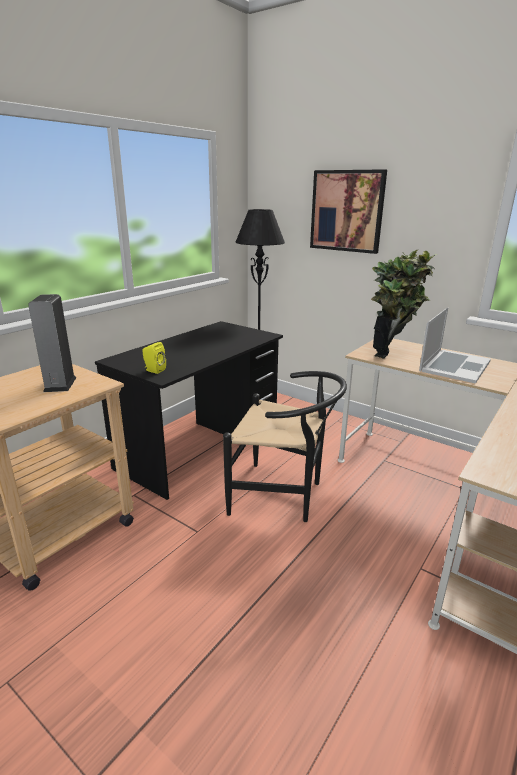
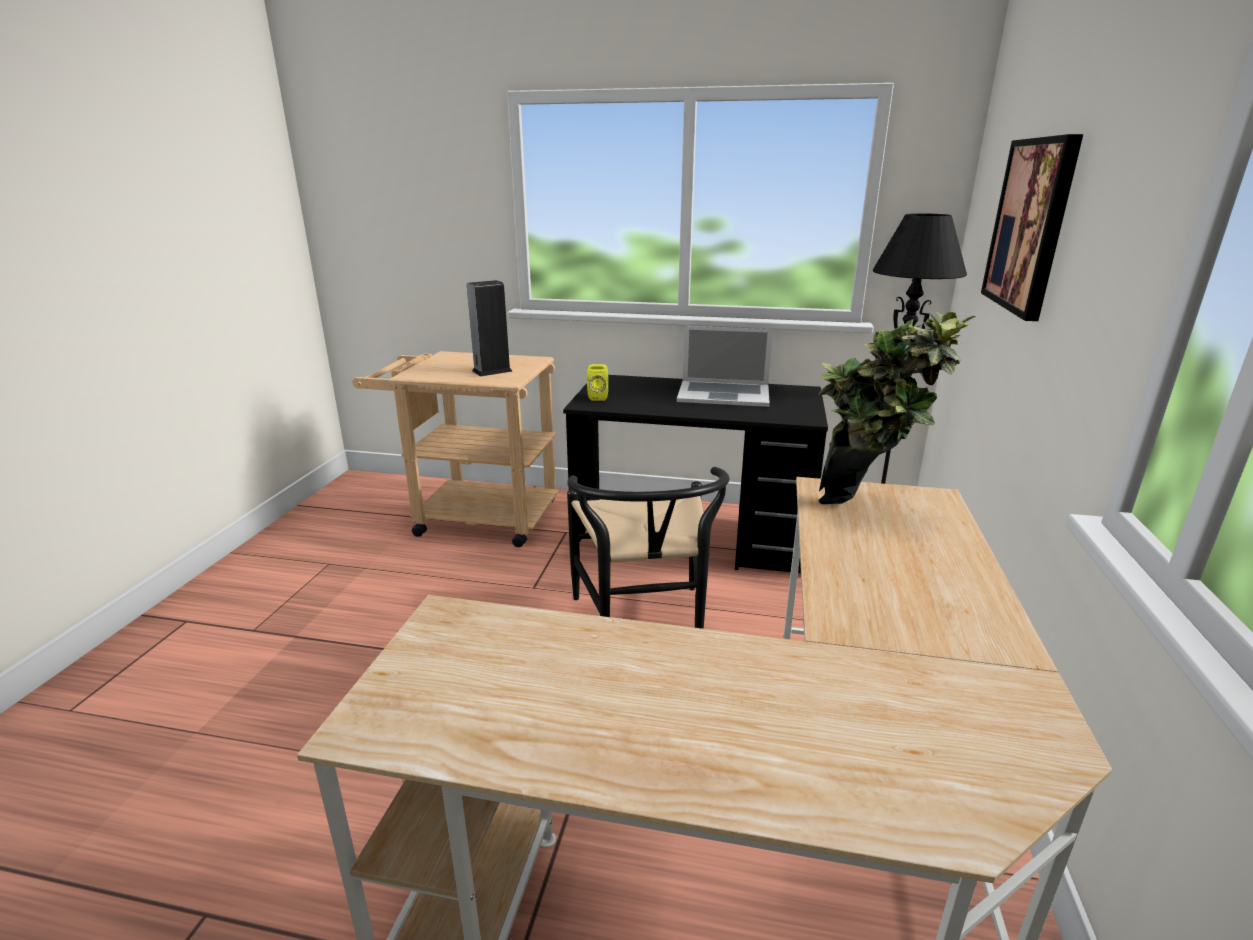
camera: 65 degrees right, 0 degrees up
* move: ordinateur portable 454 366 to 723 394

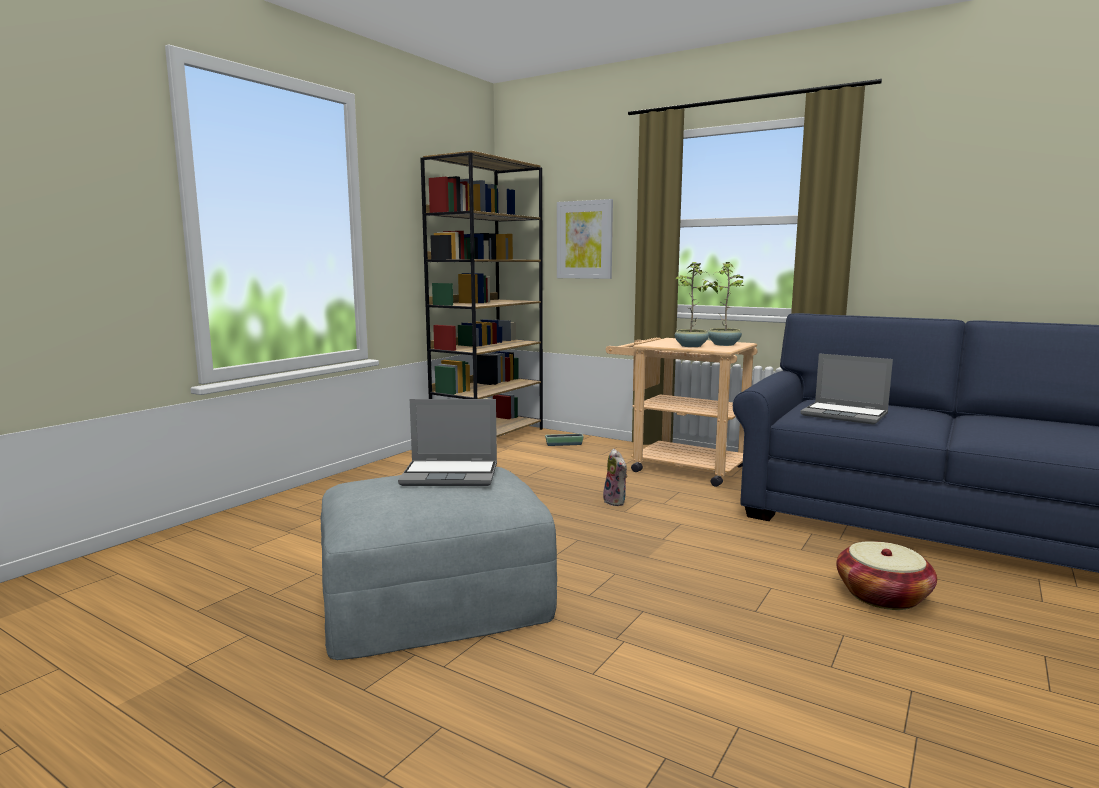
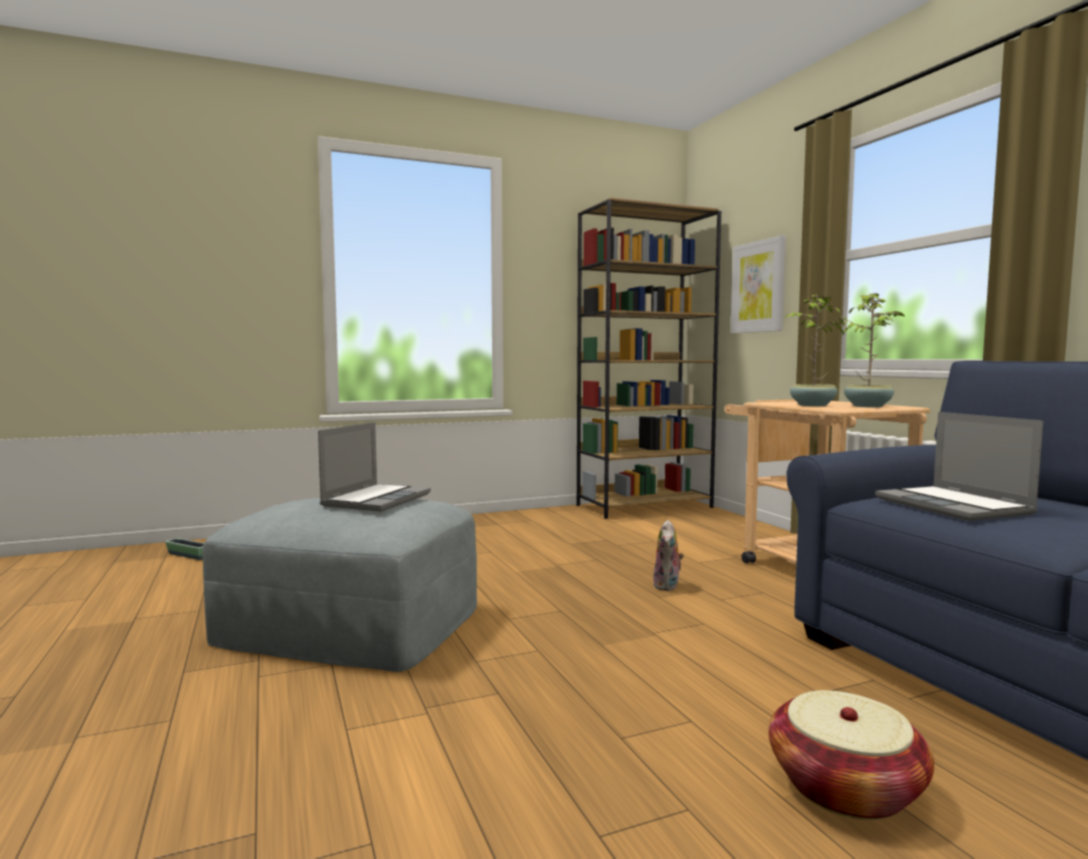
camera: 35 degrees right, 5 degrees down
* rotate: ordinateur portable 451 475 = 376 499 105 degrees counterclockwise
* move: cache-pot 564 444 to 188 555

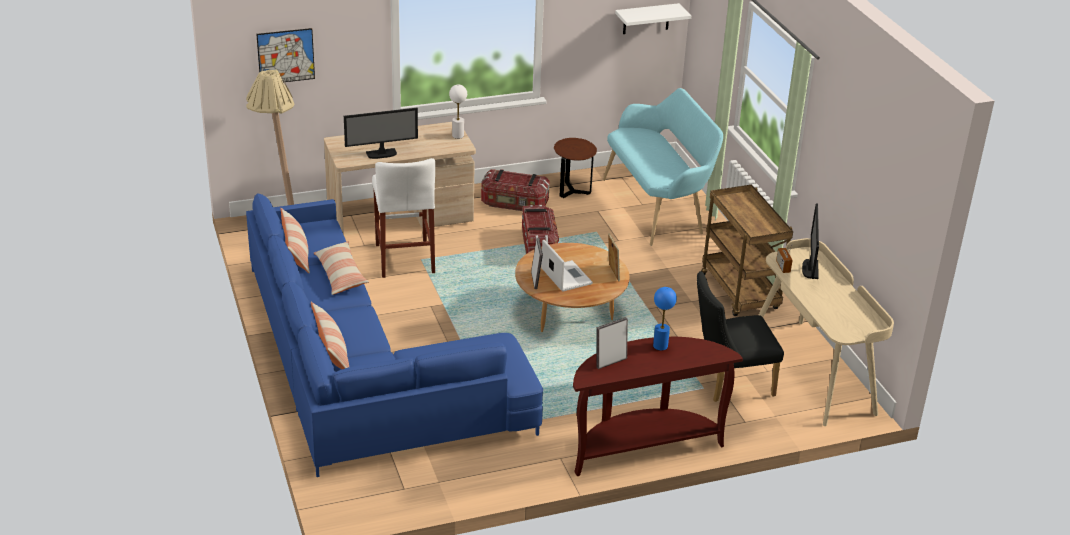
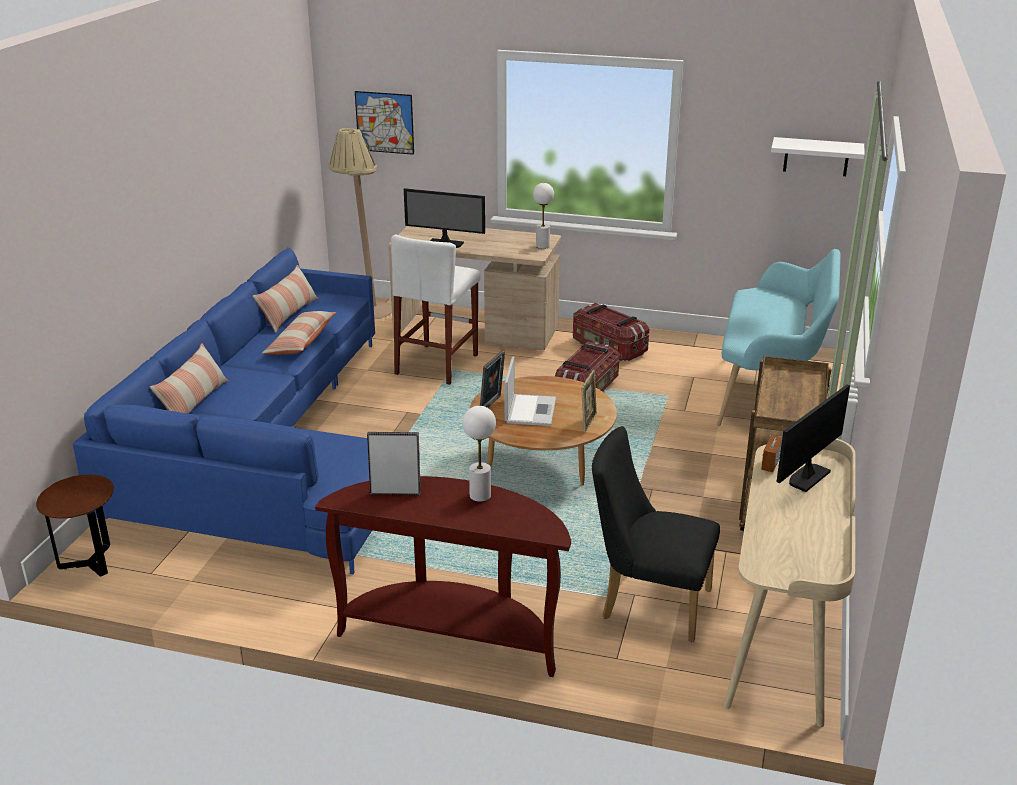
camera: 35 degrees right, 5 degrees down
* move: table d'appoint/marron 572 191 to 90 563
* recolor: lampe de table/bleu 660 346 to lampe de table/blanc 480 495

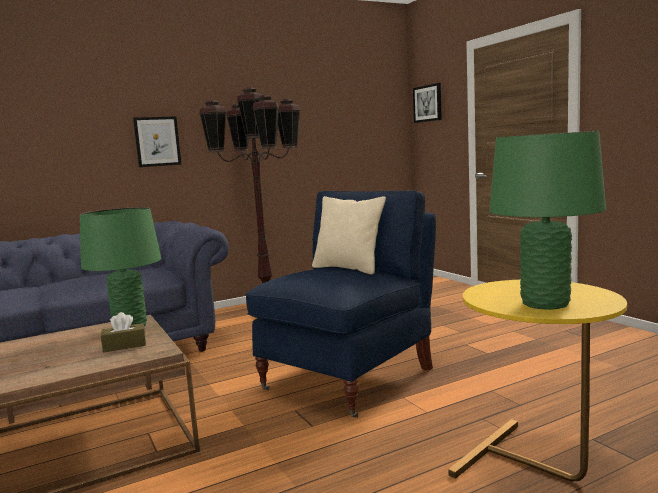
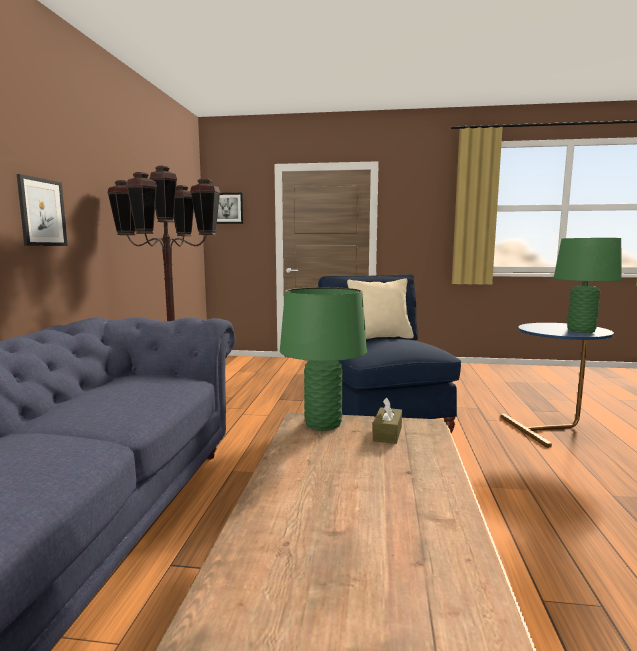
camera: 55 degrees left, 0 degrees up
* recolor: table d'appoint/jaune 537 468 to table d'appoint/bleu 553 429

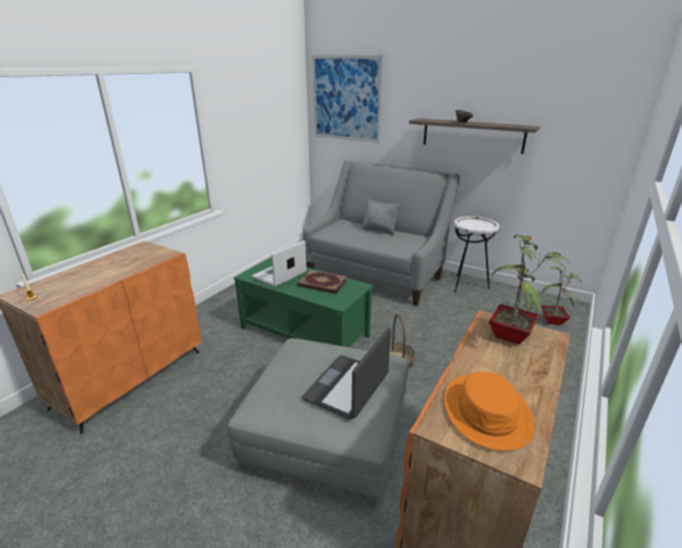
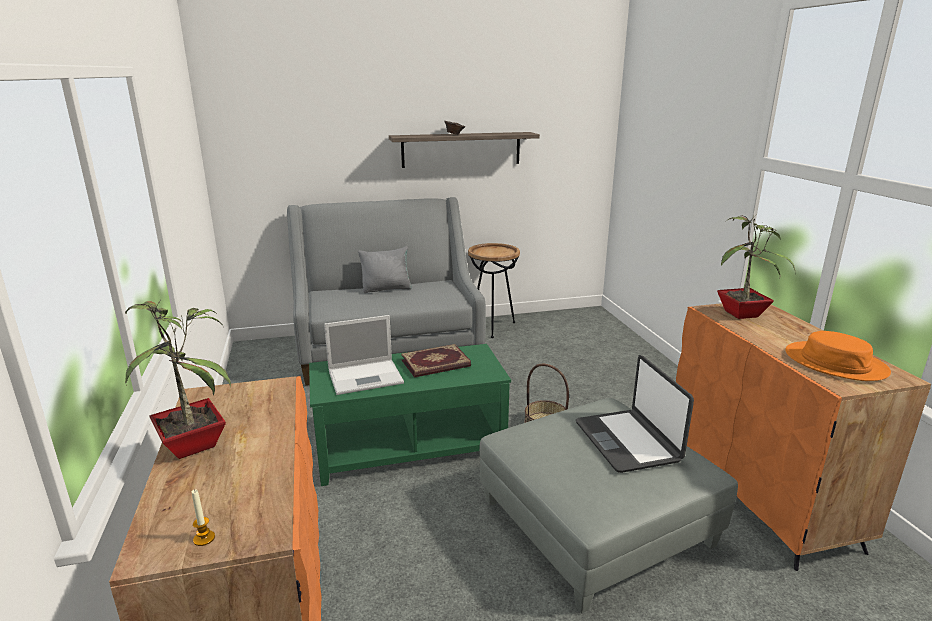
camera: 45 degrees left, 5 degrees down
* delete: tableau 346 98
* recolor: table d'appoint/blanc 467 285 to table d'appoint/marron 492 327
* rotate: ordinateur portable 279 275 = 367 376 105 degrees counterclockwise
* move: plante en pot 554 321 to 196 444

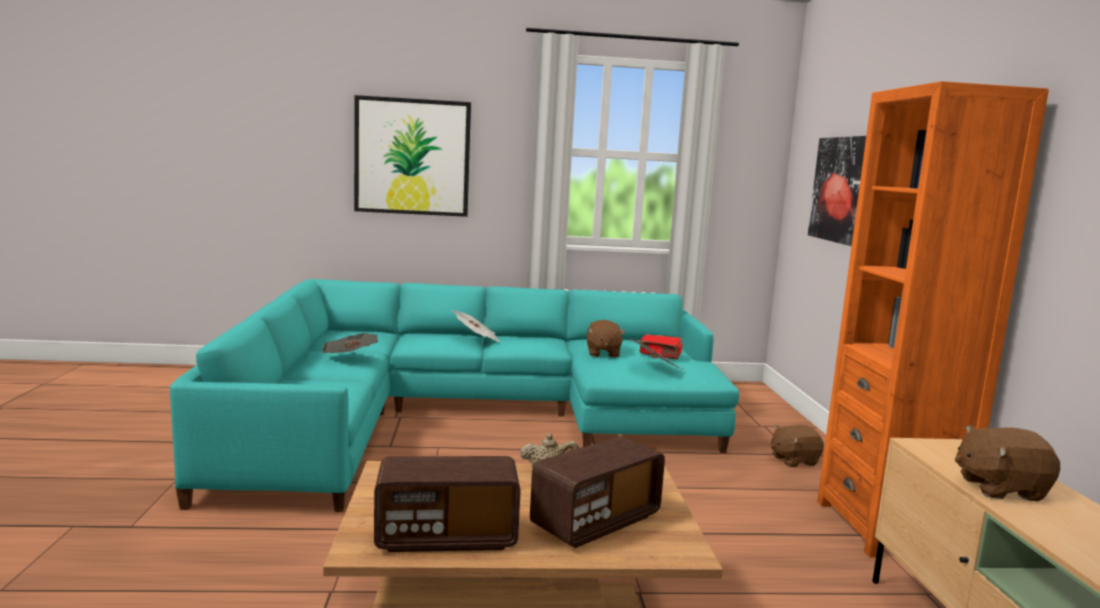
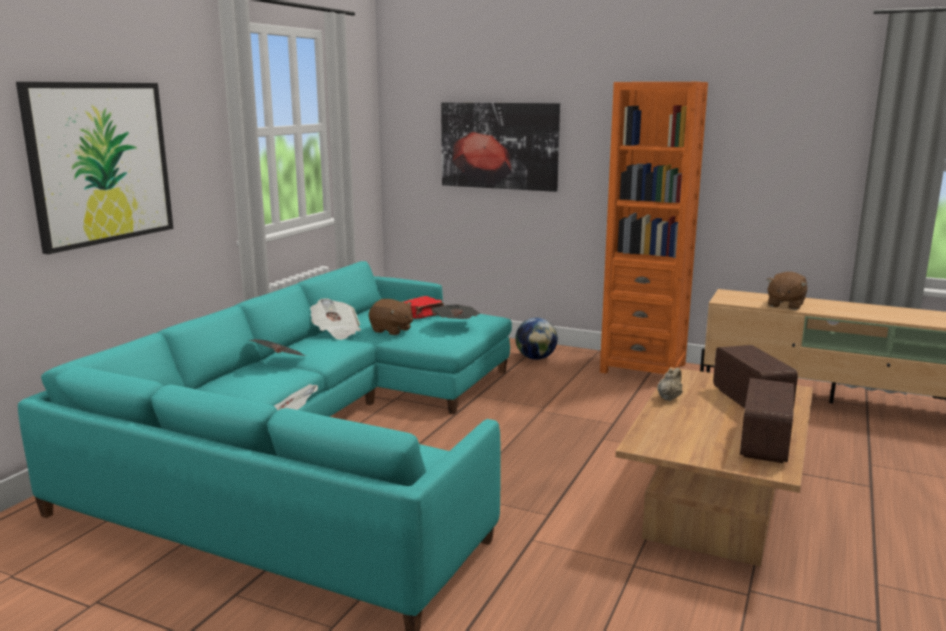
camera: 60 degrees left, 5 degrees up
* replace: peluche/marron 793 460 to globe 536 358
* insert: journal 336 332

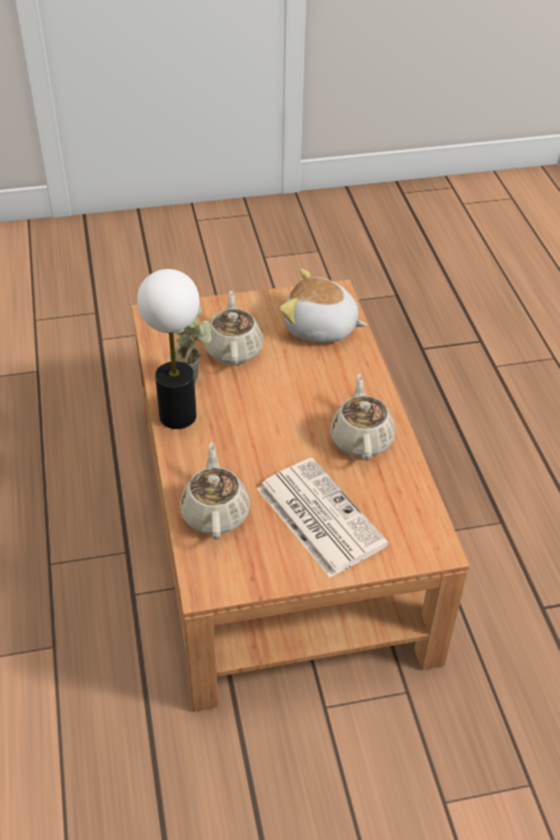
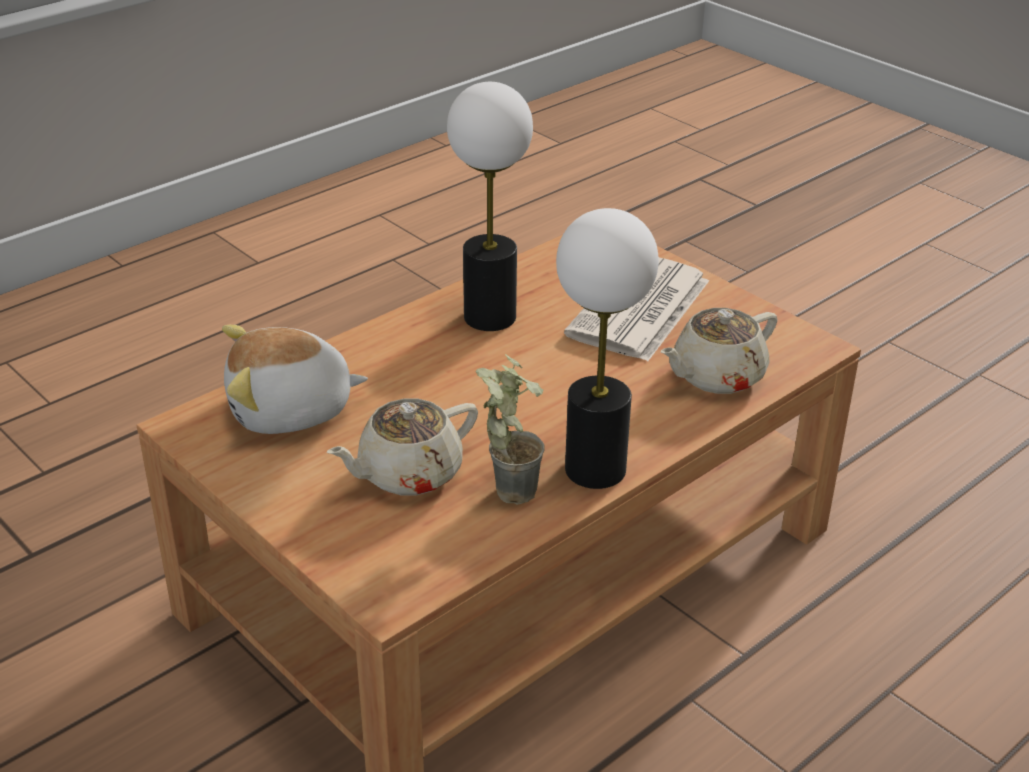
camera: 120 degrees left, 10 degrees down
* rotate: peluche 320 328 = 291 411 90 degrees clockwise
* replace: théière/beige 361 439 to lampe de table 490 316

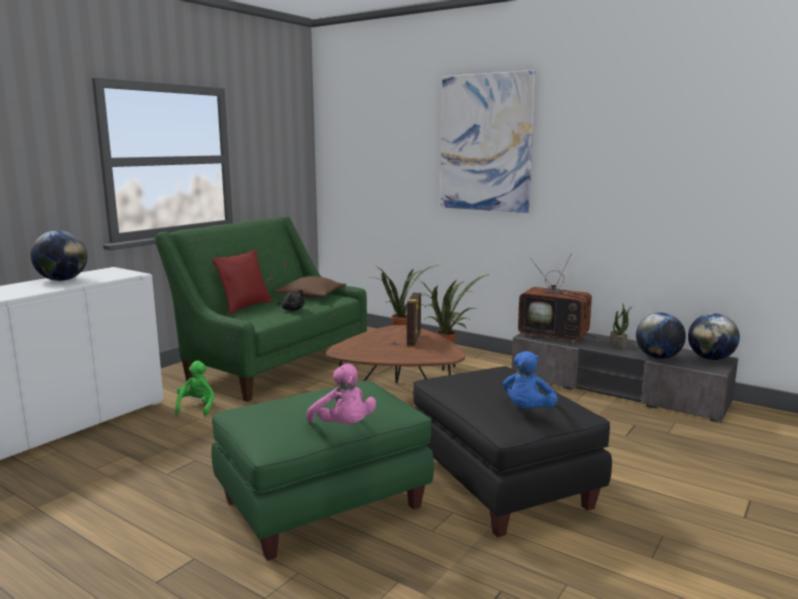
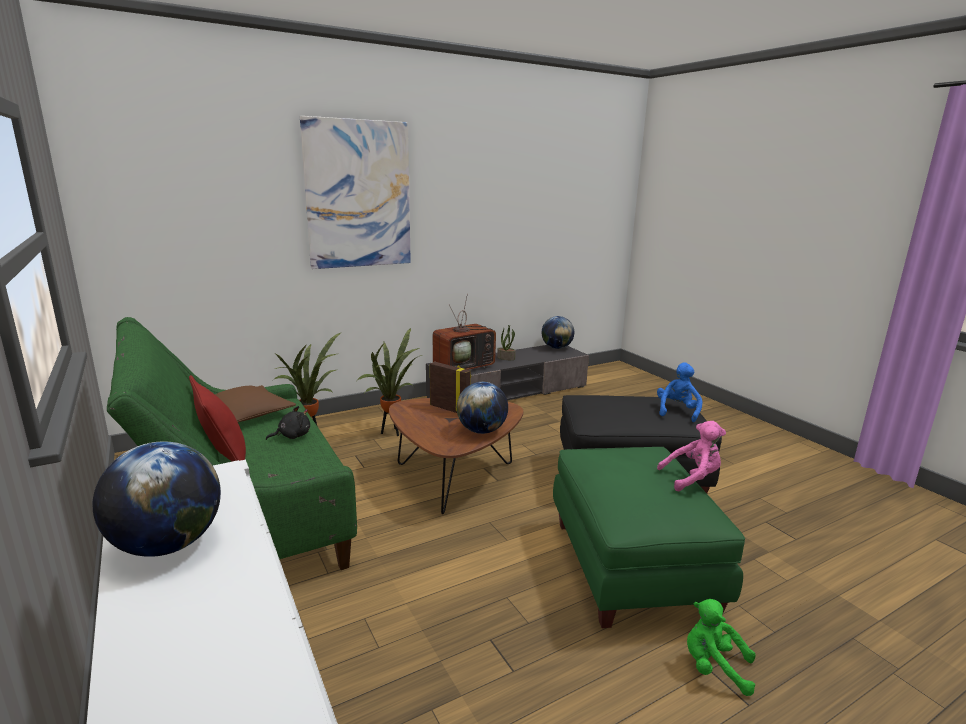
camera: 65 degrees left, 5 degrees up
* move: globe 658 357 to 481 431
* rotate: peluche/bleu 527 411 = 677 411 120 degrees counterclockwise
* move: peluche/vert 197 407 to 714 667

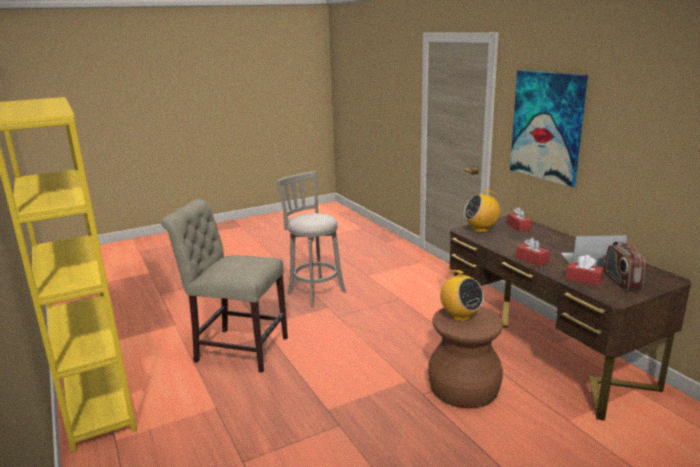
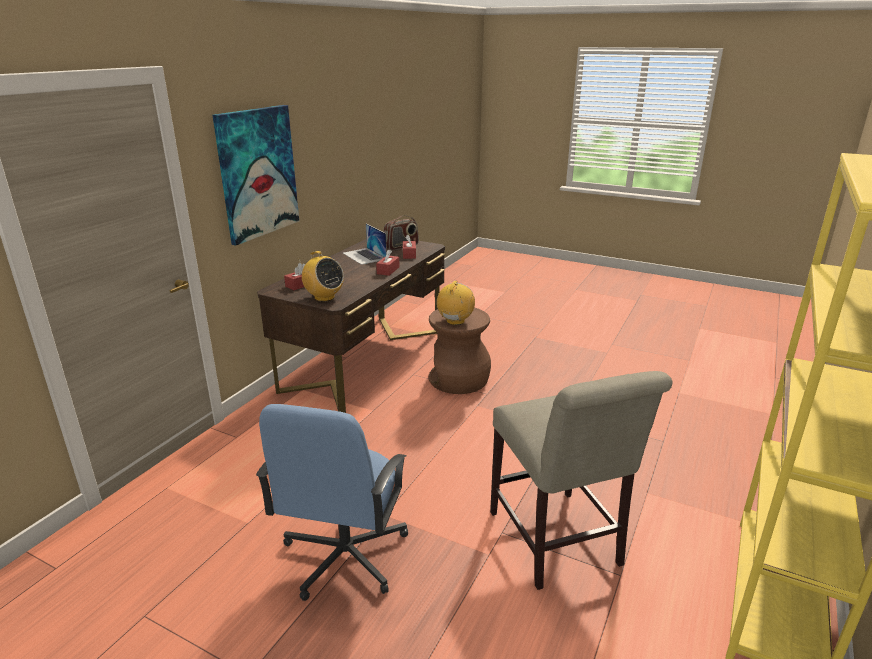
camera: 125 degrees left, 5 degrees up
* replace: tabouret/gris 314 291 to chaise de bureau/bleu 344 556

